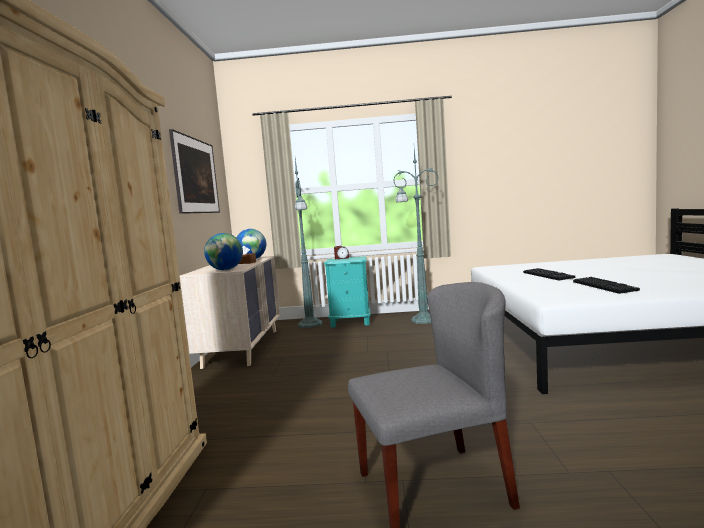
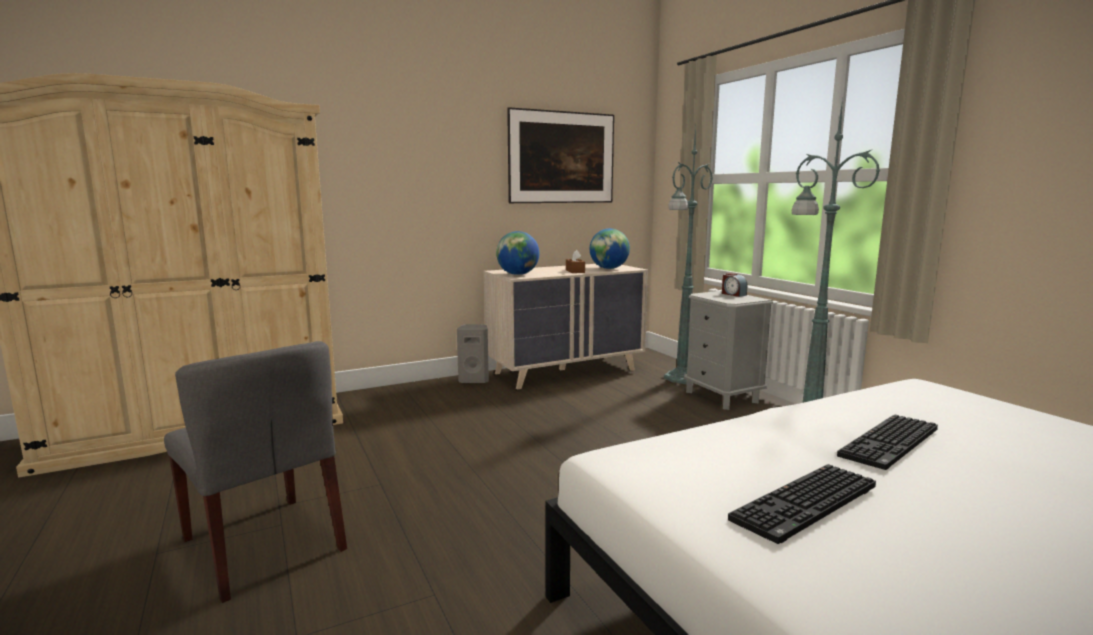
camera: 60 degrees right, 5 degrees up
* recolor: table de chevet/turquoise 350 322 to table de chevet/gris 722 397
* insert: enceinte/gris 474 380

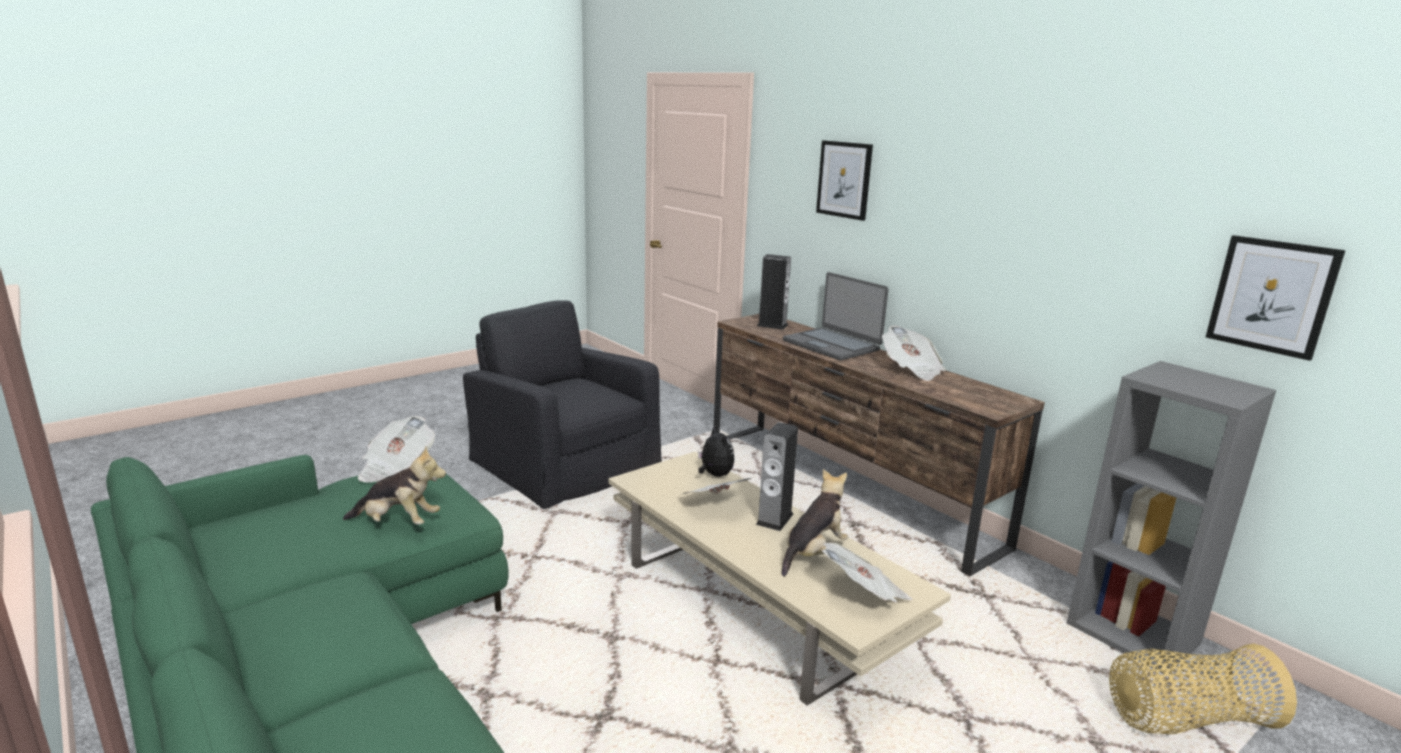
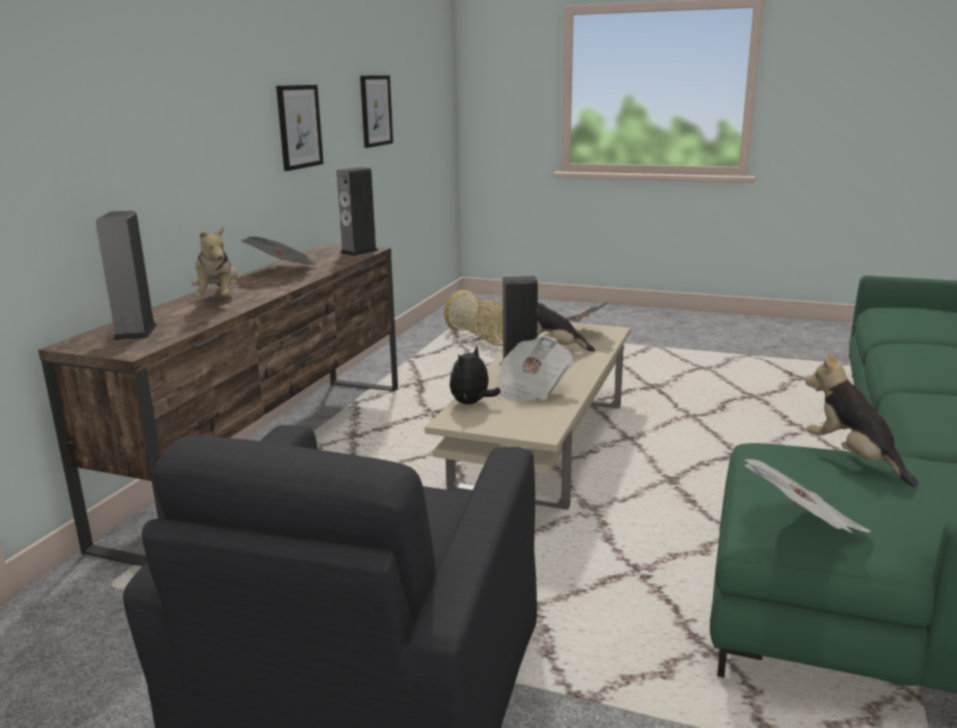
camera: 120 degrees left, 0 degrees up
* move: tableau 844 179 to 299 127
* replace: ordinateur portable 832 345 to peluche 219 299
* delete: bibliothèque/gris 1134 634
* insert: enceinte 359 252

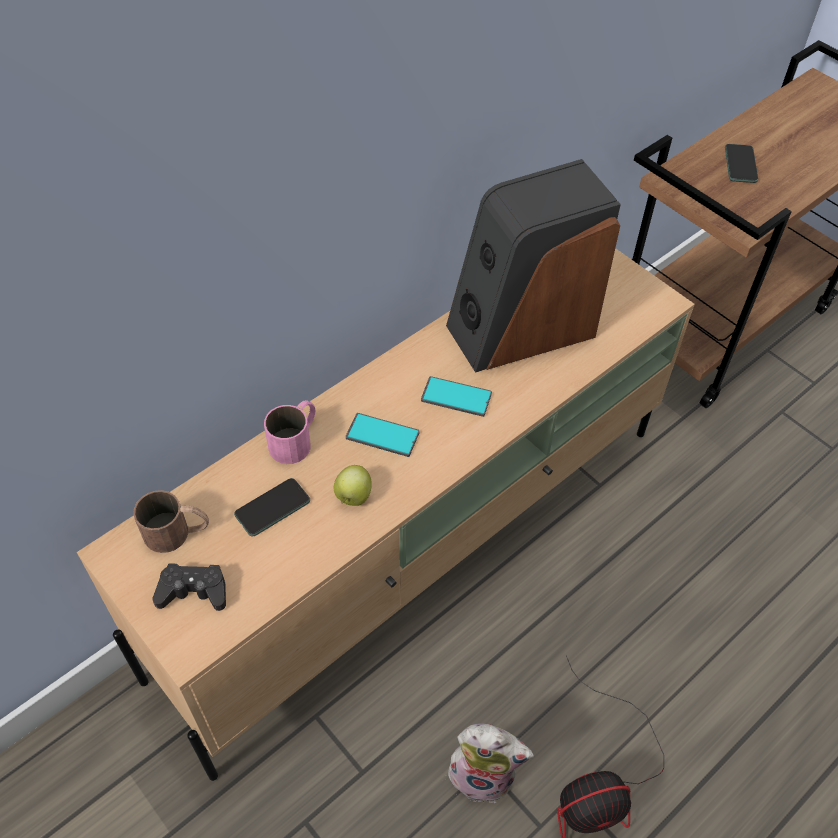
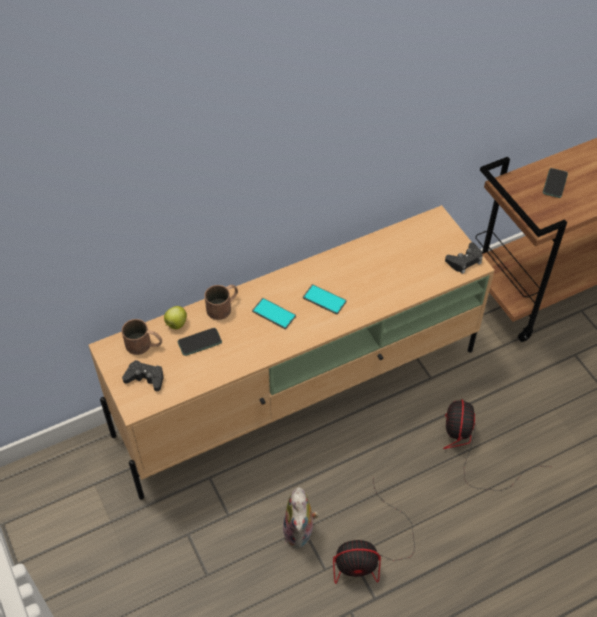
camera: 15 degrees right, 0 degrees up
* delete: enceinte 520 328
* recolor: mug/rose 296 439 to mug/marron 223 306
* move: pomme 353 497 to 176 324
* rotate: peluche 484 773 = 300 532 60 degrees clockwise
* insert: manette/noir 464 261
* insert: ventilateur 471 449

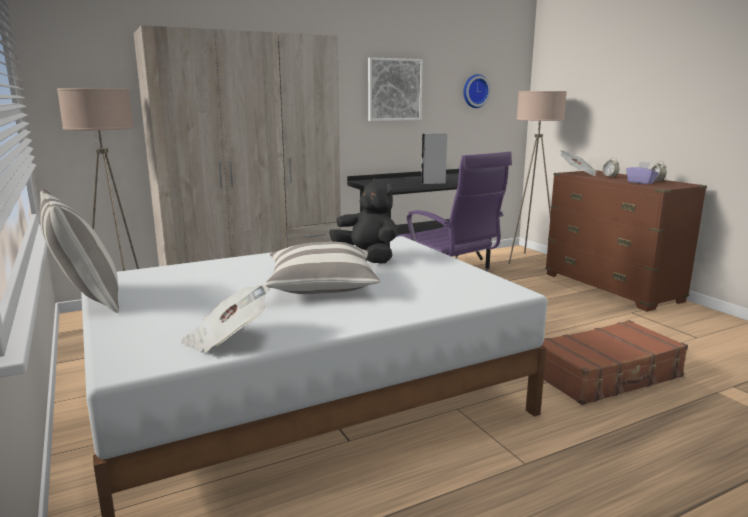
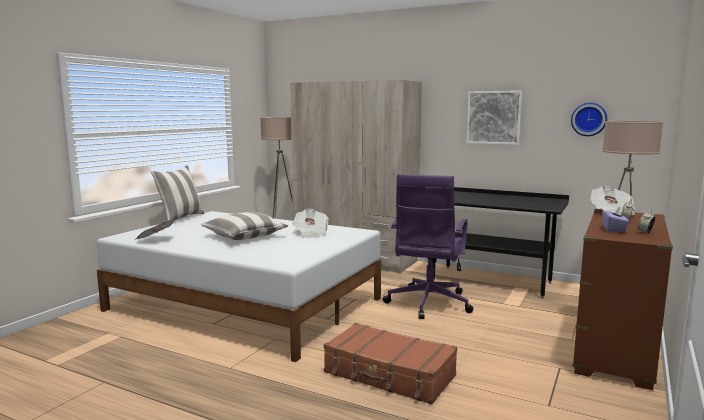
camera: 55 degrees right, 5 degrees down
* delete: enceinte/gris 433 183
* replace: peluche/noir 367 257 to journal 310 233

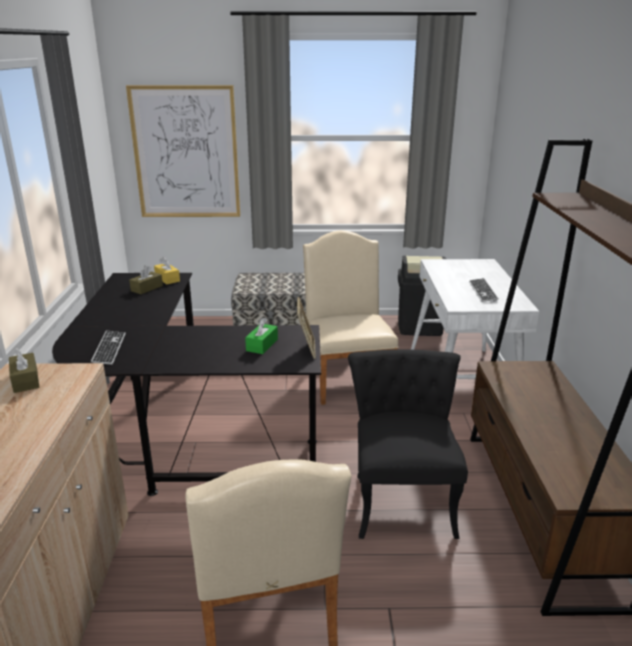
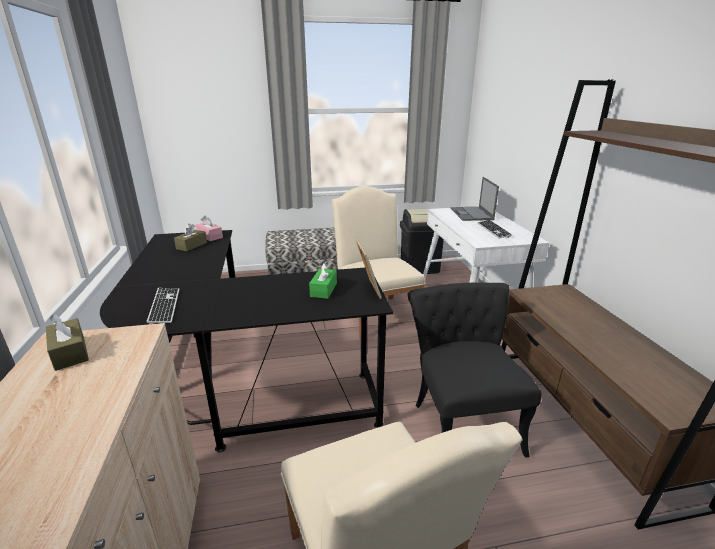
camera: 10 degrees left, 0 degrees up
* delete: tableau 186 153
* recolor: boîte à mouchoirs/jaune 167 279 to boîte à mouchoirs/rose 210 236
* insert: ordinateur portable 472 214

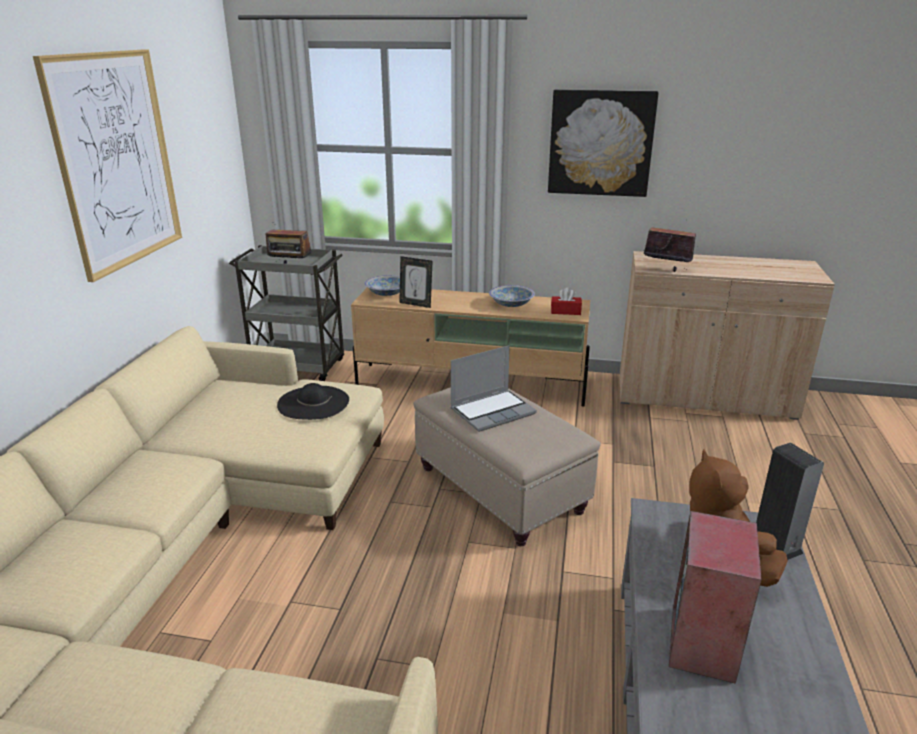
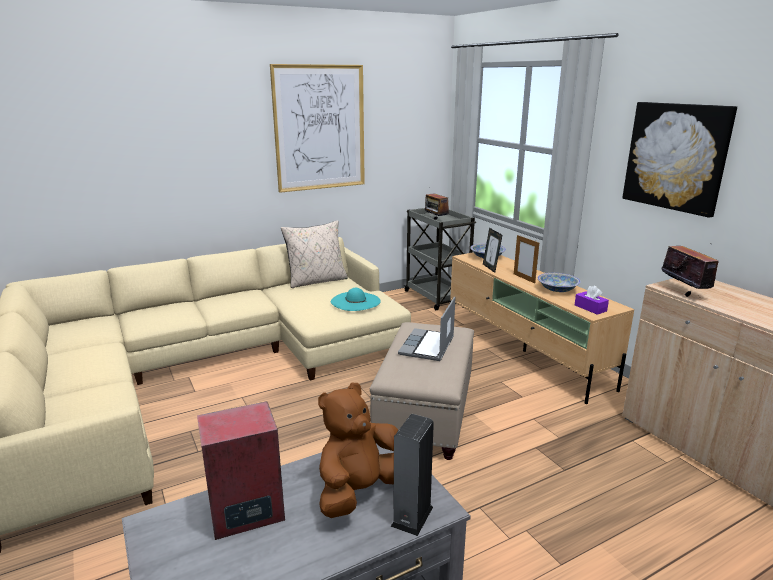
camera: 50 degrees right, 5 degrees down
* recolor: boîte à mouchoirs/rouge 565 311 to boîte à mouchoirs/violet 590 308
* rotate: ordinateur portable 493 411 = 427 346 90 degrees clockwise
* recolor: chapeau/noir 313 403 to chapeau/turquoise 355 301
* insert: coussin/beige 316 281
* insert: cadre photo 524 278

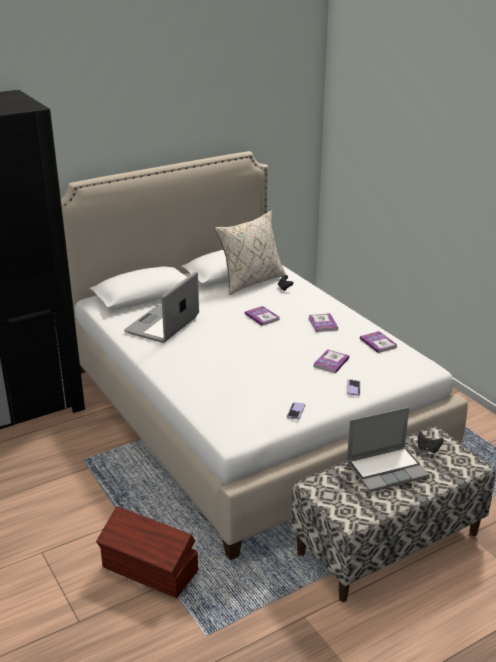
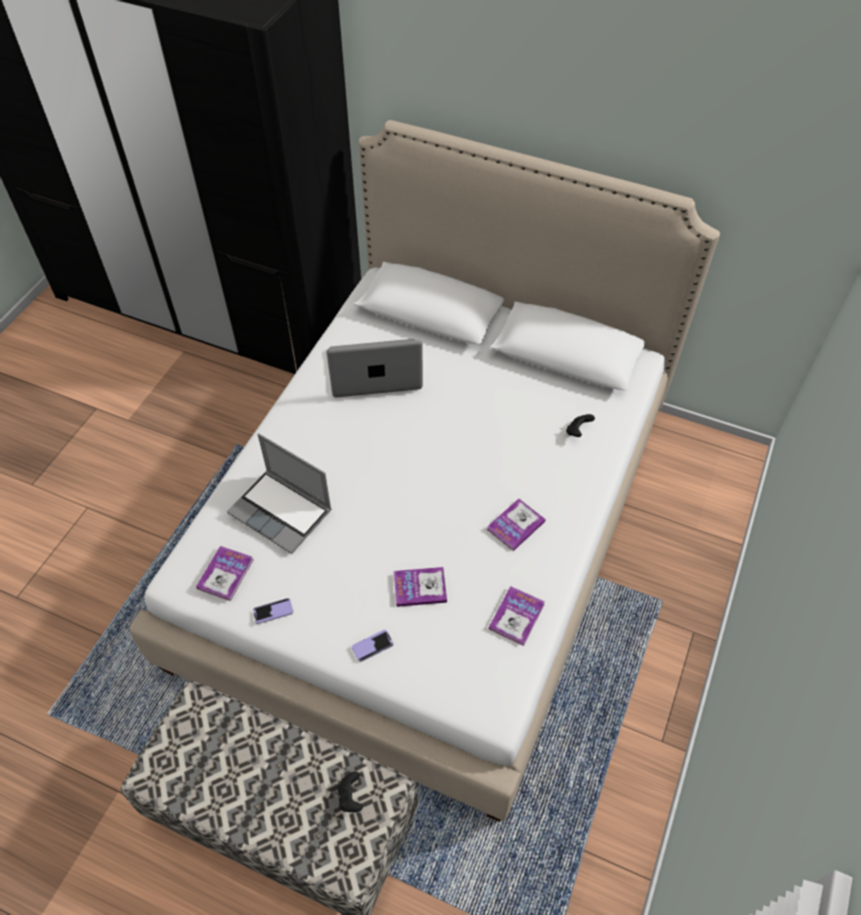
camera: 55 degrees right, 25 degrees up
* delete: coussin/beige 251 281
* move: livre 262 317 to 225 574
* move: ordinateur portable 387 469 to 282 512
* delete: boîte de rangement/marron 150 570

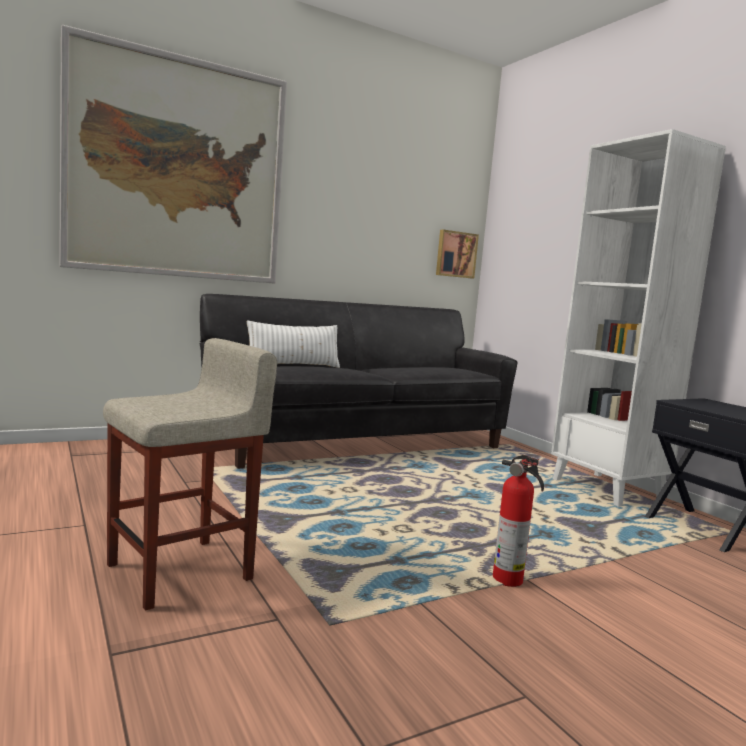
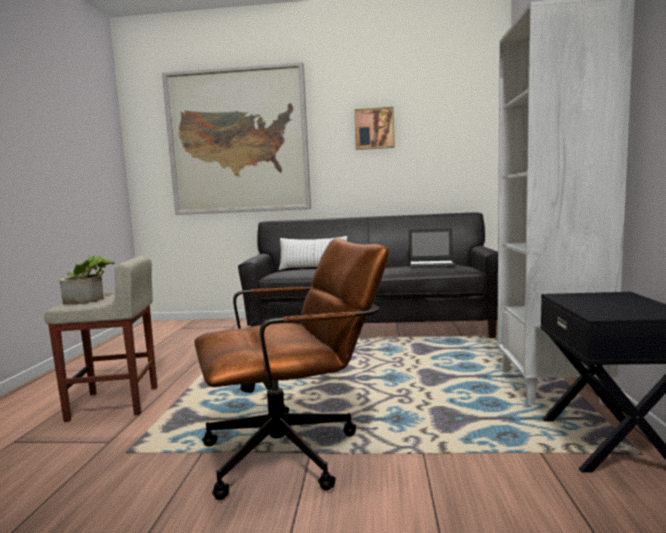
camera: 35 degrees right, 0 degrees up
* move: tableau 455 254 to 374 129
* replace: extincteur 509 580 to chaise de bureau/marron 295 450
* insert: ordinateur portable 432 265
* insert: plante en pot 90 299

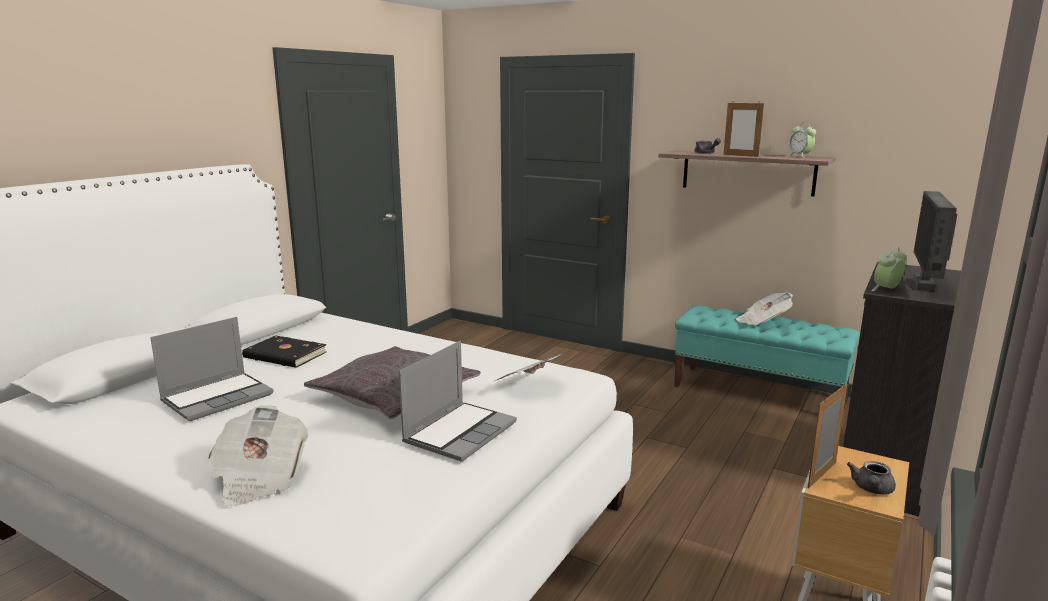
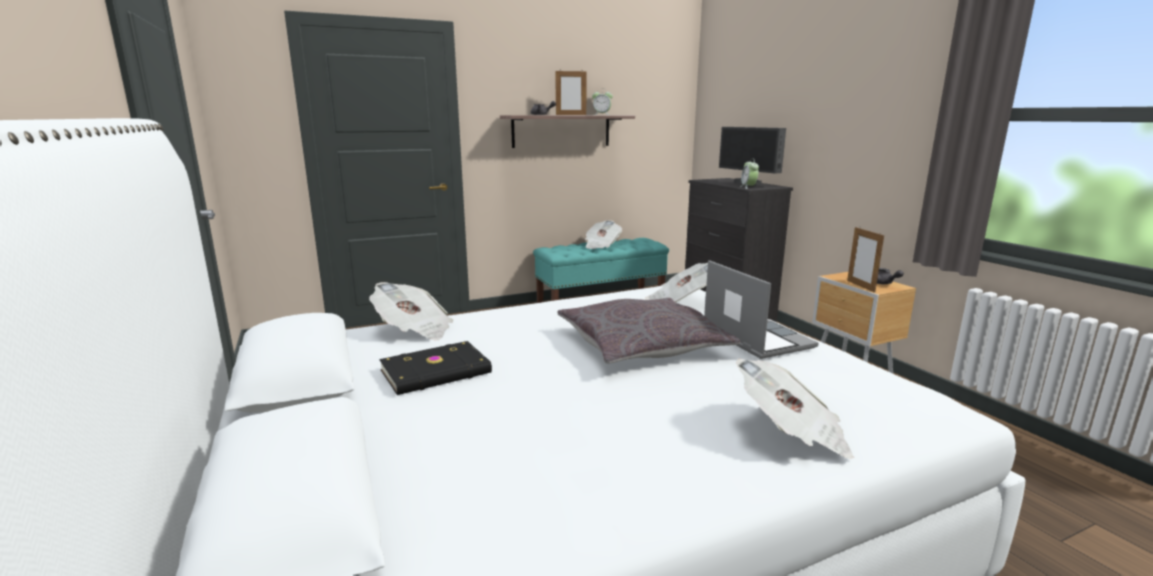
camera: 55 degrees left, 0 degrees up
* delete: ordinateur portable 218 397
* insert: journal 414 330

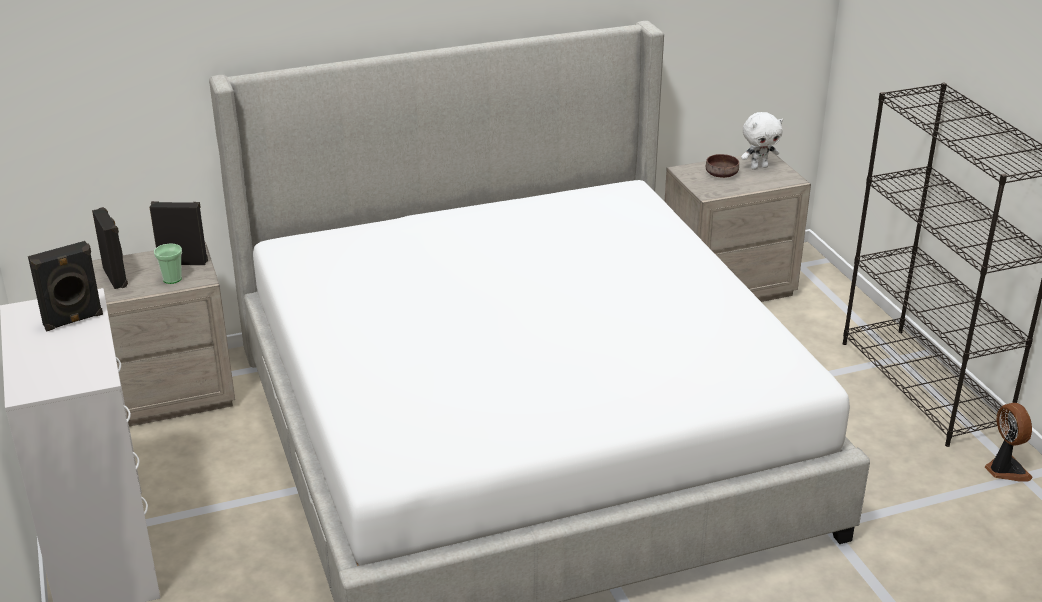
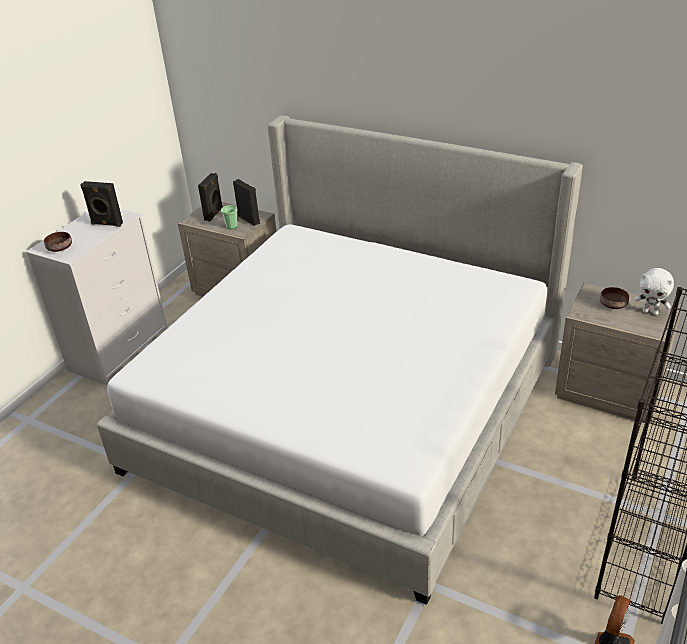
camera: 50 degrees right, 5 degrees up
* insert: bol/marron 60 248

